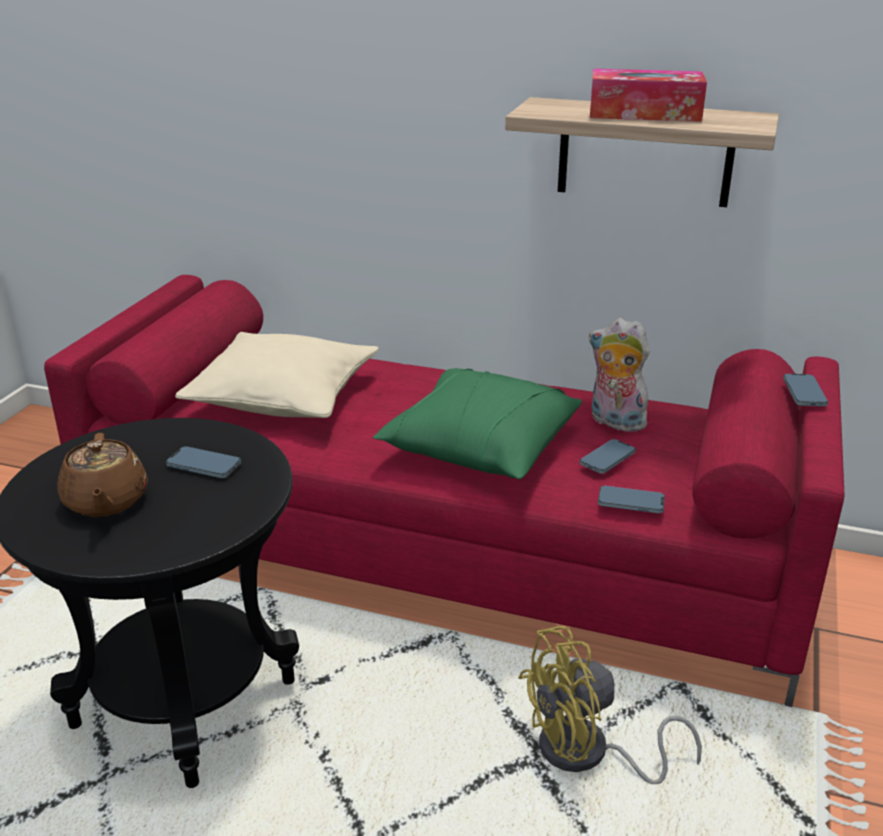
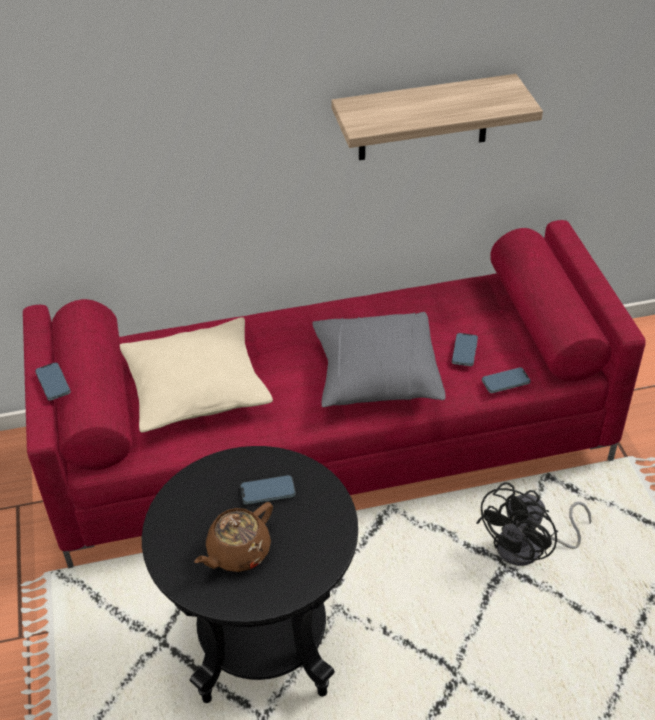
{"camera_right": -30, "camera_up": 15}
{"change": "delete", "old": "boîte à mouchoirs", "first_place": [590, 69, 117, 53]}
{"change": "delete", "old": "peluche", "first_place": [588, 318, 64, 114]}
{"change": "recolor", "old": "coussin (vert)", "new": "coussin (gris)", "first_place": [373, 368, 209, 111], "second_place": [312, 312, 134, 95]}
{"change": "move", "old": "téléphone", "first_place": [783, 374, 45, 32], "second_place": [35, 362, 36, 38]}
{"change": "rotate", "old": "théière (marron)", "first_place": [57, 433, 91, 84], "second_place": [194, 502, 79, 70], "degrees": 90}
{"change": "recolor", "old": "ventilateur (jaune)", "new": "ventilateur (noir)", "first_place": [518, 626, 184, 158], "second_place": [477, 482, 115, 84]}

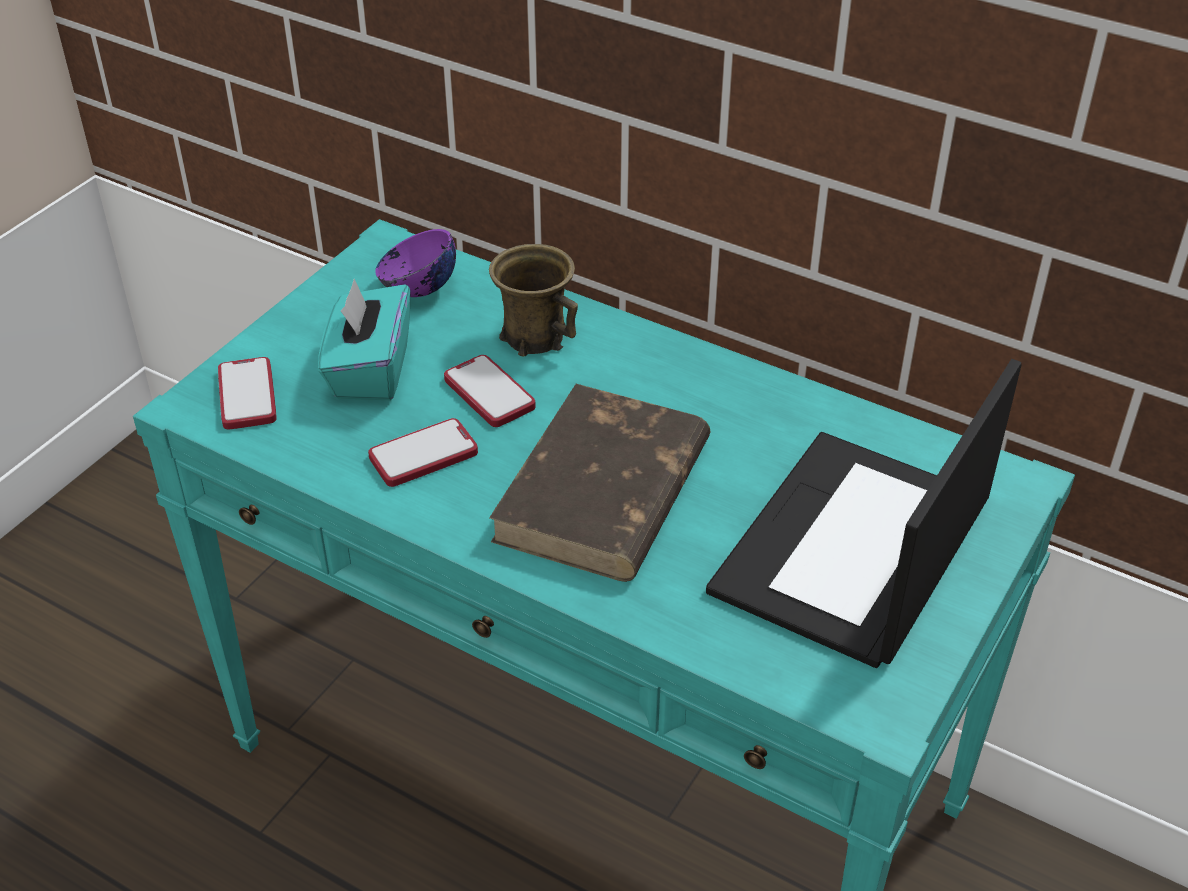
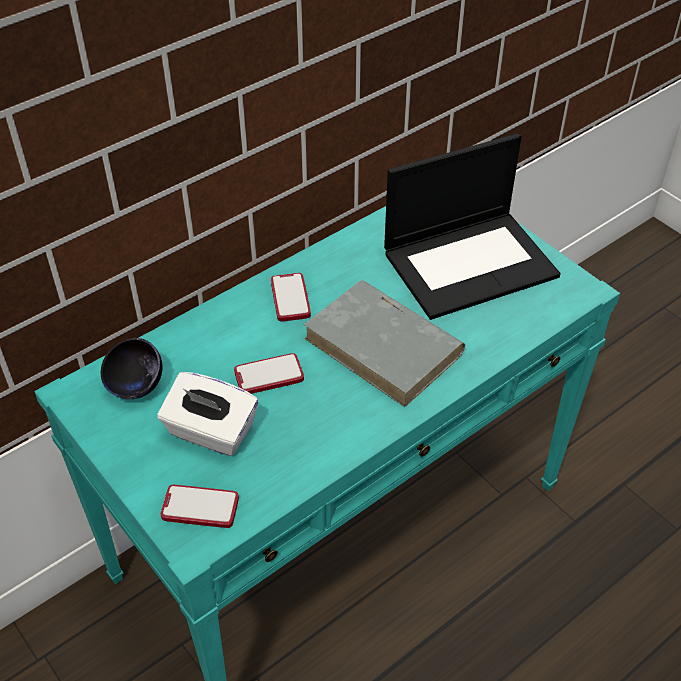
{"camera_right": -70, "camera_up": 5}
{"change": "recolor", "old": "bol (violet)", "new": "bol (noir)", "first_place": [375, 229, 81, 68], "second_place": [101, 338, 62, 61]}
{"change": "delete", "old": "mug (marron)", "first_place": [489, 244, 89, 113]}
{"change": "recolor", "old": "boîte à mouchoirs (turquoise)", "new": "boîte à mouchoirs (blanc)", "first_place": [318, 279, 92, 121], "second_place": [157, 372, 101, 84]}
{"change": "rotate", "old": "ordinateur portable", "first_place": [706, 359, 316, 309], "second_place": [384, 133, 177, 187], "degrees": -75}
{"change": "recolor", "old": "livre (marron)", "new": "livre (gris)", "first_place": [489, 384, 221, 198], "second_place": [304, 280, 161, 127]}
{"change": "move", "old": "téléphone", "first_place": [368, 418, 110, 69], "second_place": [271, 273, 40, 49]}

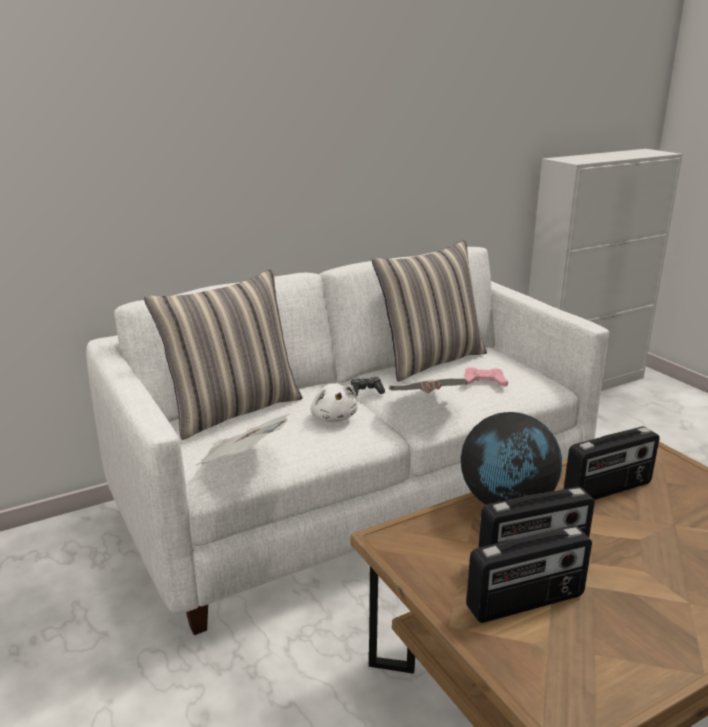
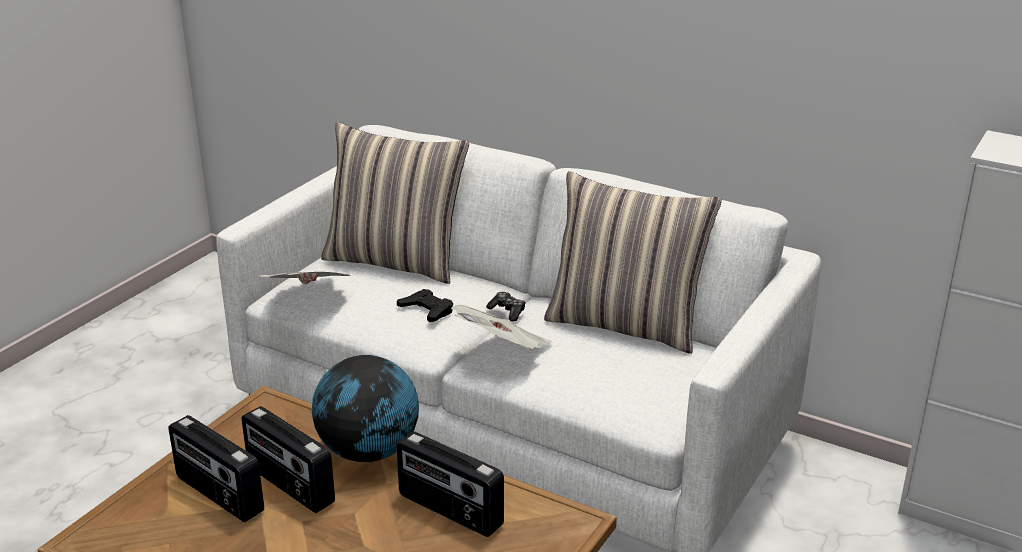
{"camera_right": 60, "camera_up": 5}
{"change": "delete", "old": "manette (rose)", "first_place": [463, 367, 45, 20]}
{"change": "replace", "old": "peluche (blanc)", "new": "manette (noir)", "first_place": [310, 383, 48, 39], "second_place": [397, 289, 56, 33]}

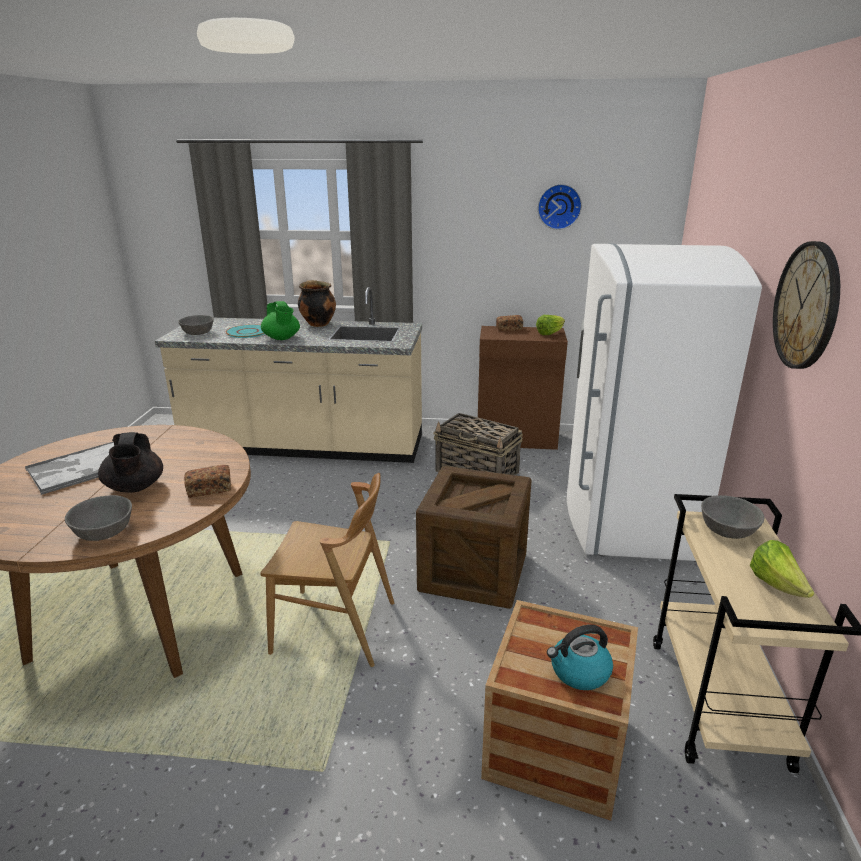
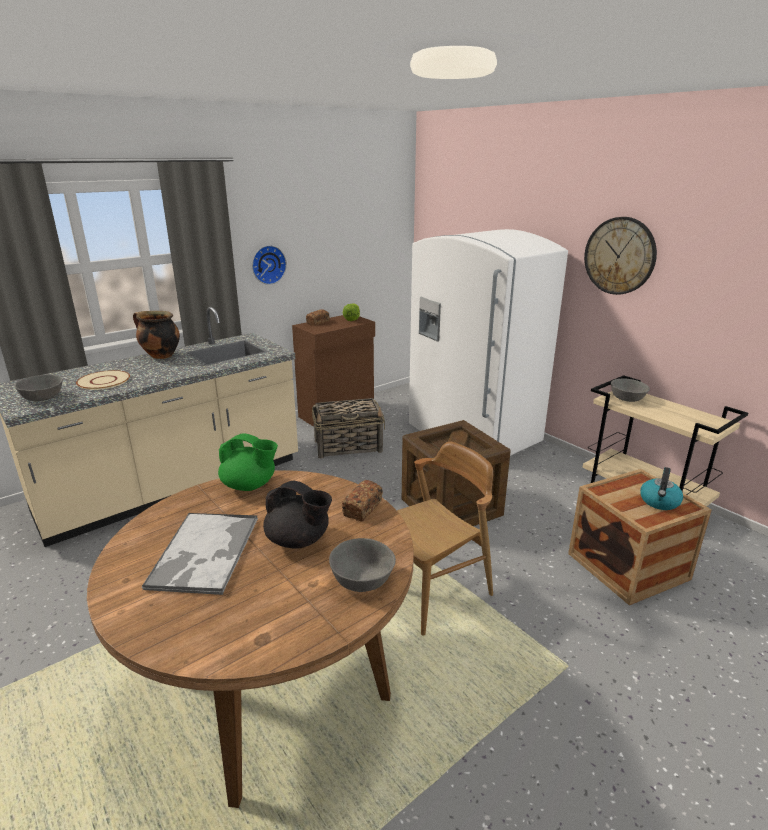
{"camera_right": -45, "camera_up": 0}
{"change": "move", "old": "horloge murale", "first_place": [538, 184, 44, 46], "second_place": [252, 245, 35, 40]}
{"change": "move", "old": "théière (vert)", "first_place": [261, 301, 39, 39], "second_place": [218, 434, 60, 57]}
{"change": "recolor", "old": "assiette (turquoise)", "new": "assiette (beige)", "first_place": [225, 324, 40, 14], "second_place": [76, 370, 54, 20]}
{"change": "delete", "old": "laitue", "first_place": [750, 540, 64, 58]}

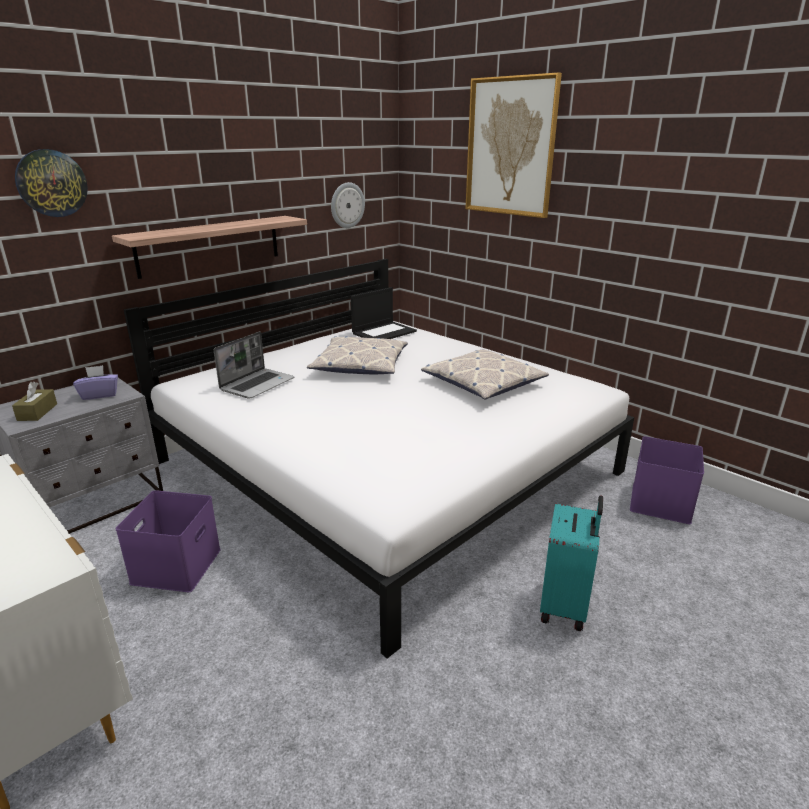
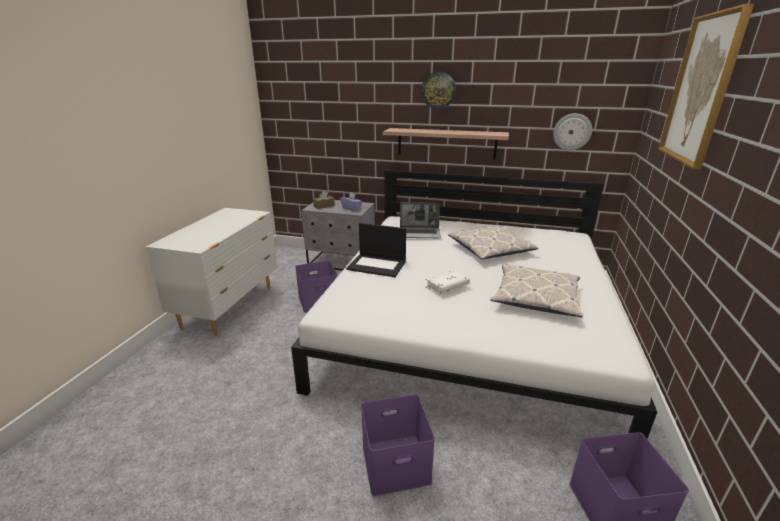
{"camera_right": 60, "camera_up": 0}
{"change": "move", "old": "horloge murale", "first_place": [15, 149, 73, 68], "second_place": [421, 72, 35, 37]}
{"change": "move", "old": "ordinateur portable", "first_place": [351, 287, 66, 52], "second_place": [346, 223, 60, 54]}
{"change": "replace", "old": "valise (turquoise)", "new": "boîte de rangement (violet)", "first_place": [540, 495, 63, 136], "second_place": [361, 394, 74, 102]}
{"change": "insert", "new": "livre (blanc)", "second_place": [425, 270, 45, 24]}

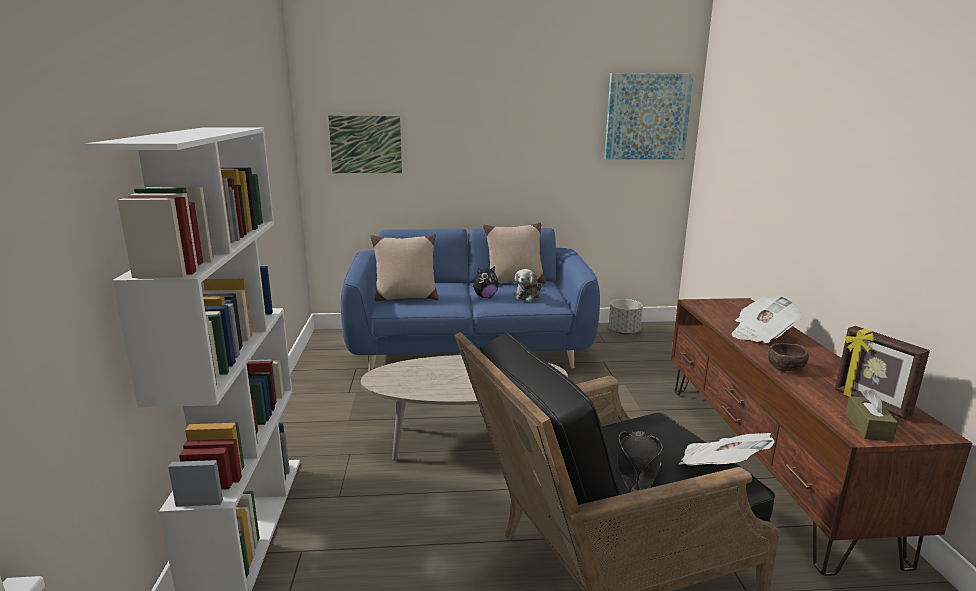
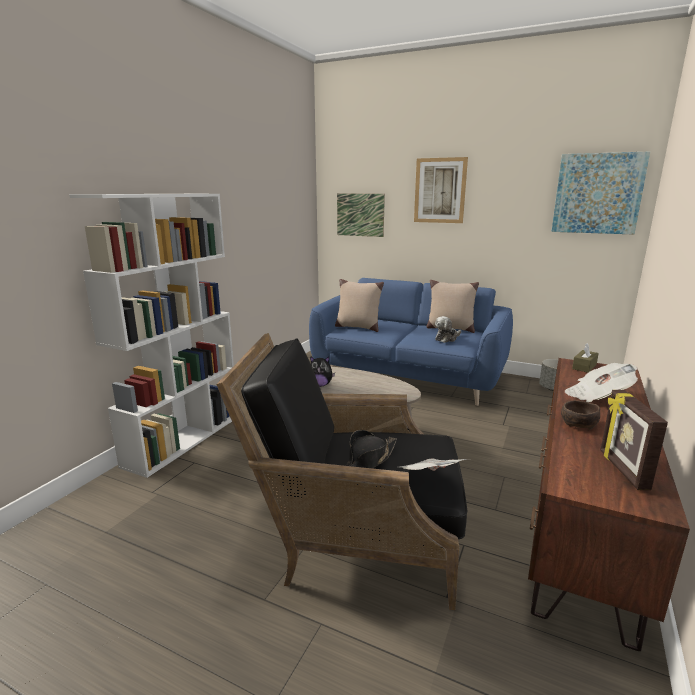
{"camera_right": 30, "camera_up": 0}
{"change": "move", "old": "peluche", "first_place": [473, 266, 25, 32], "second_place": [310, 356, 25, 31]}
{"change": "move", "old": "boîte à mouchoirs (marron)", "first_place": [846, 389, 52, 53], "second_place": [572, 343, 27, 30]}
{"change": "insert", "new": "tableau", "second_place": [414, 157, 54, 66]}

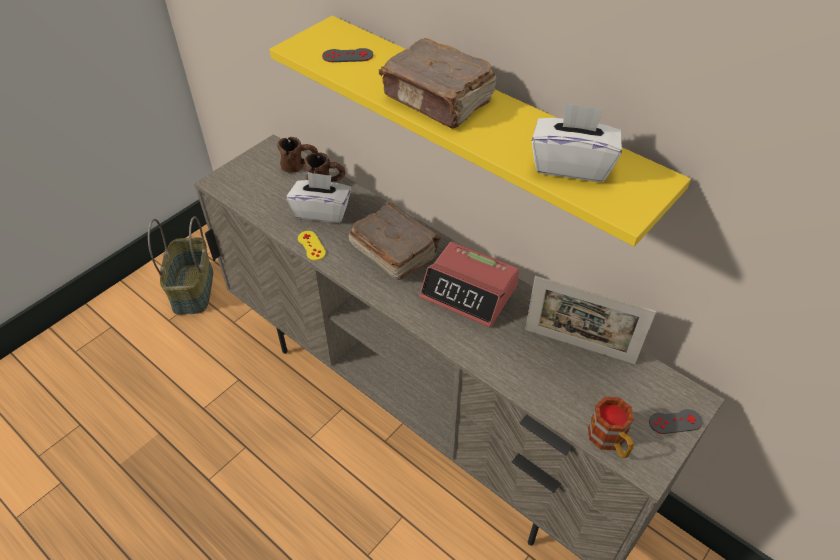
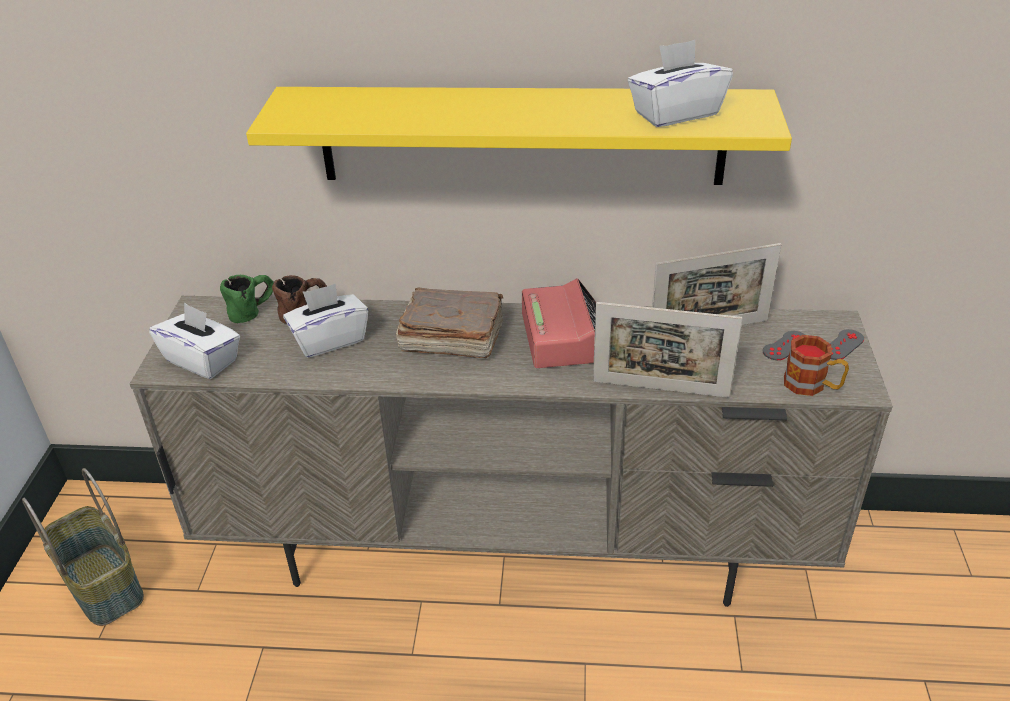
{"camera_right": -35, "camera_up": -10}
{"change": "delete", "old": "livre (marron)", "first_place": [379, 38, 117, 91]}
{"change": "move", "old": "manette (gris)", "first_place": [322, 48, 51, 14], "second_place": [763, 331, 42, 29]}
{"change": "recolor", "old": "mug (marron)", "new": "mug (vert)", "first_place": [277, 137, 41, 36], "second_place": [220, 275, 54, 48]}
{"change": "delete", "old": "manette (jaune)", "first_place": [298, 231, 28, 30]}
{"change": "rotate", "old": "réveil", "first_place": [419, 242, 100, 85], "second_place": [522, 278, 74, 90], "degrees": -90}
{"change": "insert", "new": "boîte à mouchoirs (blanc)", "second_place": [149, 302, 91, 77]}
{"change": "insert", "new": "cadre photo", "second_place": [593, 302, 150, 96]}

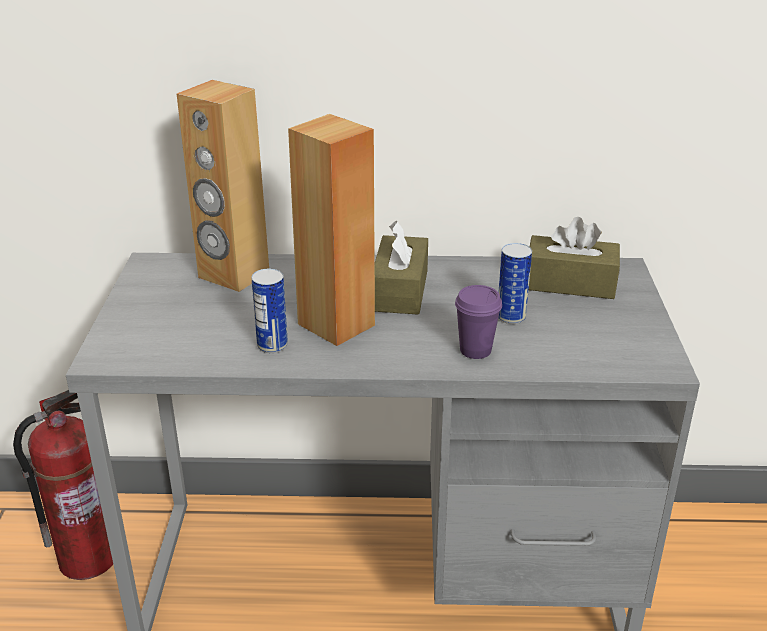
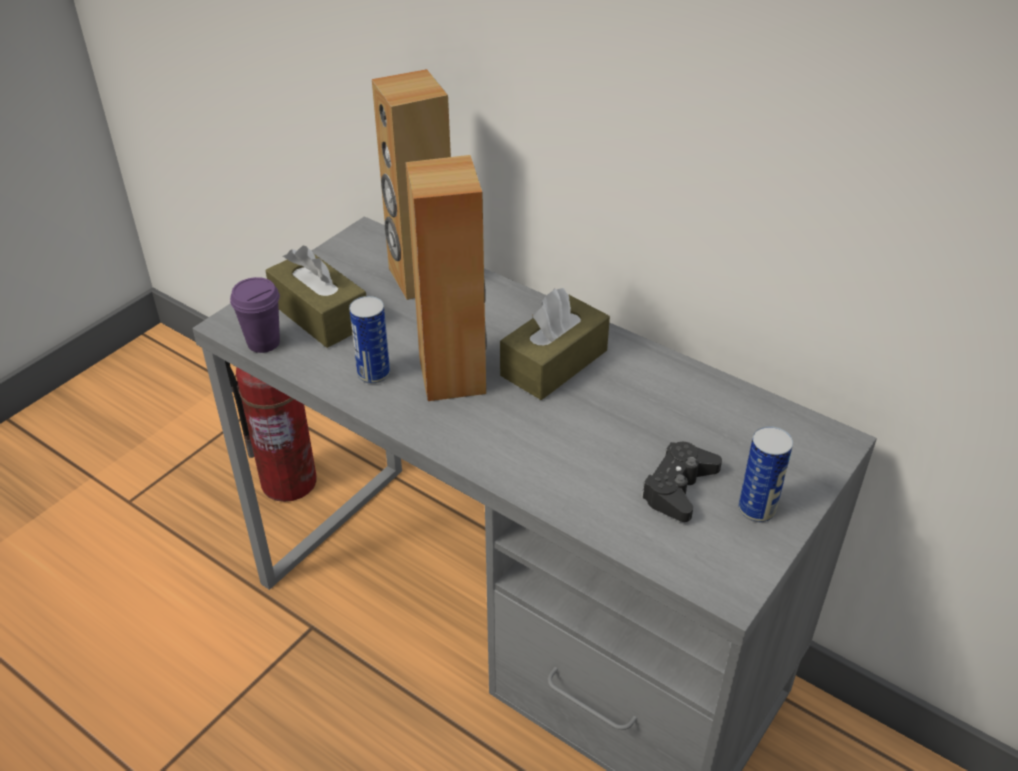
{"camera_right": 35, "camera_up": 10}
{"change": "move", "old": "boîte à mouchoirs (marron)", "first_place": [529, 217, 91, 82], "second_place": [266, 246, 100, 102]}
{"change": "move", "old": "boîte métallique", "first_place": [498, 243, 34, 81], "second_place": [738, 426, 55, 96]}
{"change": "move", "old": "tasse (violet)", "first_place": [455, 285, 47, 74], "second_place": [230, 277, 50, 76]}
{"change": "insert", "new": "manette (noir)", "second_place": [641, 442, 81, 80]}

